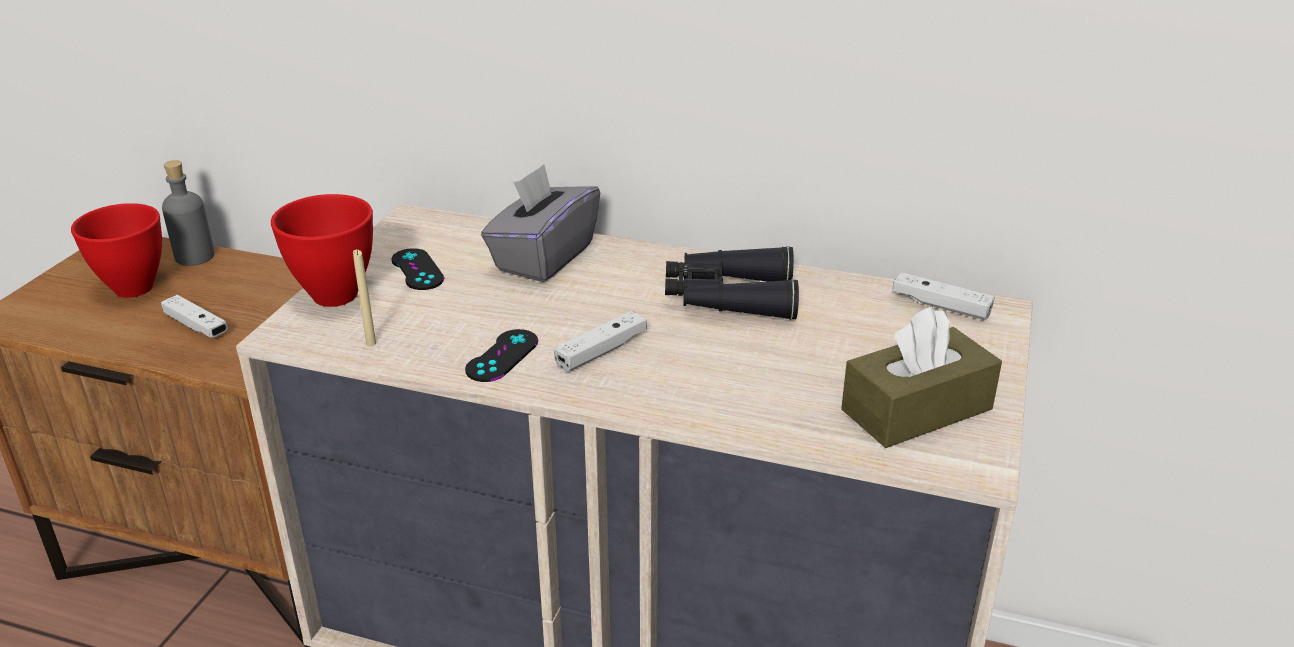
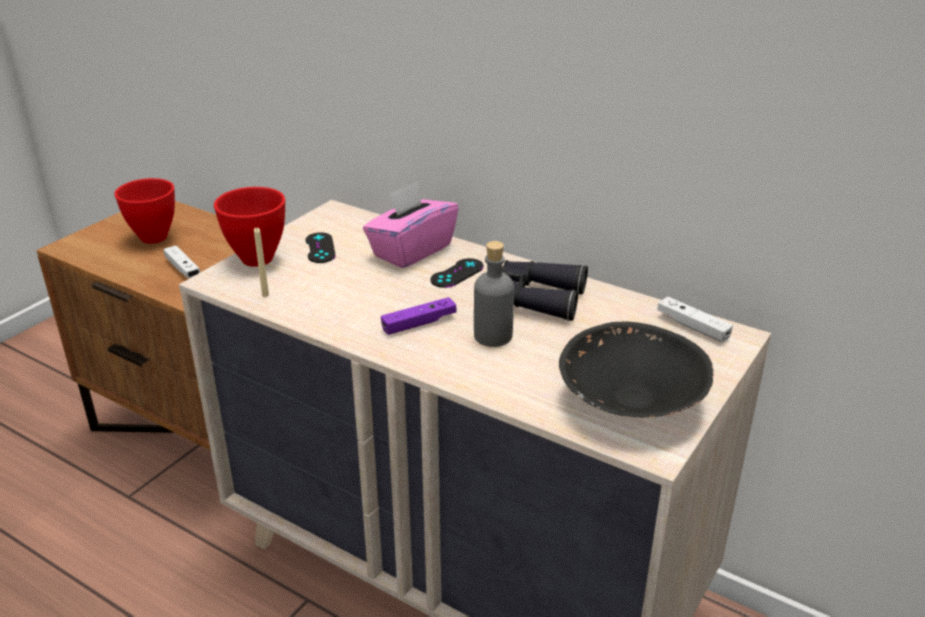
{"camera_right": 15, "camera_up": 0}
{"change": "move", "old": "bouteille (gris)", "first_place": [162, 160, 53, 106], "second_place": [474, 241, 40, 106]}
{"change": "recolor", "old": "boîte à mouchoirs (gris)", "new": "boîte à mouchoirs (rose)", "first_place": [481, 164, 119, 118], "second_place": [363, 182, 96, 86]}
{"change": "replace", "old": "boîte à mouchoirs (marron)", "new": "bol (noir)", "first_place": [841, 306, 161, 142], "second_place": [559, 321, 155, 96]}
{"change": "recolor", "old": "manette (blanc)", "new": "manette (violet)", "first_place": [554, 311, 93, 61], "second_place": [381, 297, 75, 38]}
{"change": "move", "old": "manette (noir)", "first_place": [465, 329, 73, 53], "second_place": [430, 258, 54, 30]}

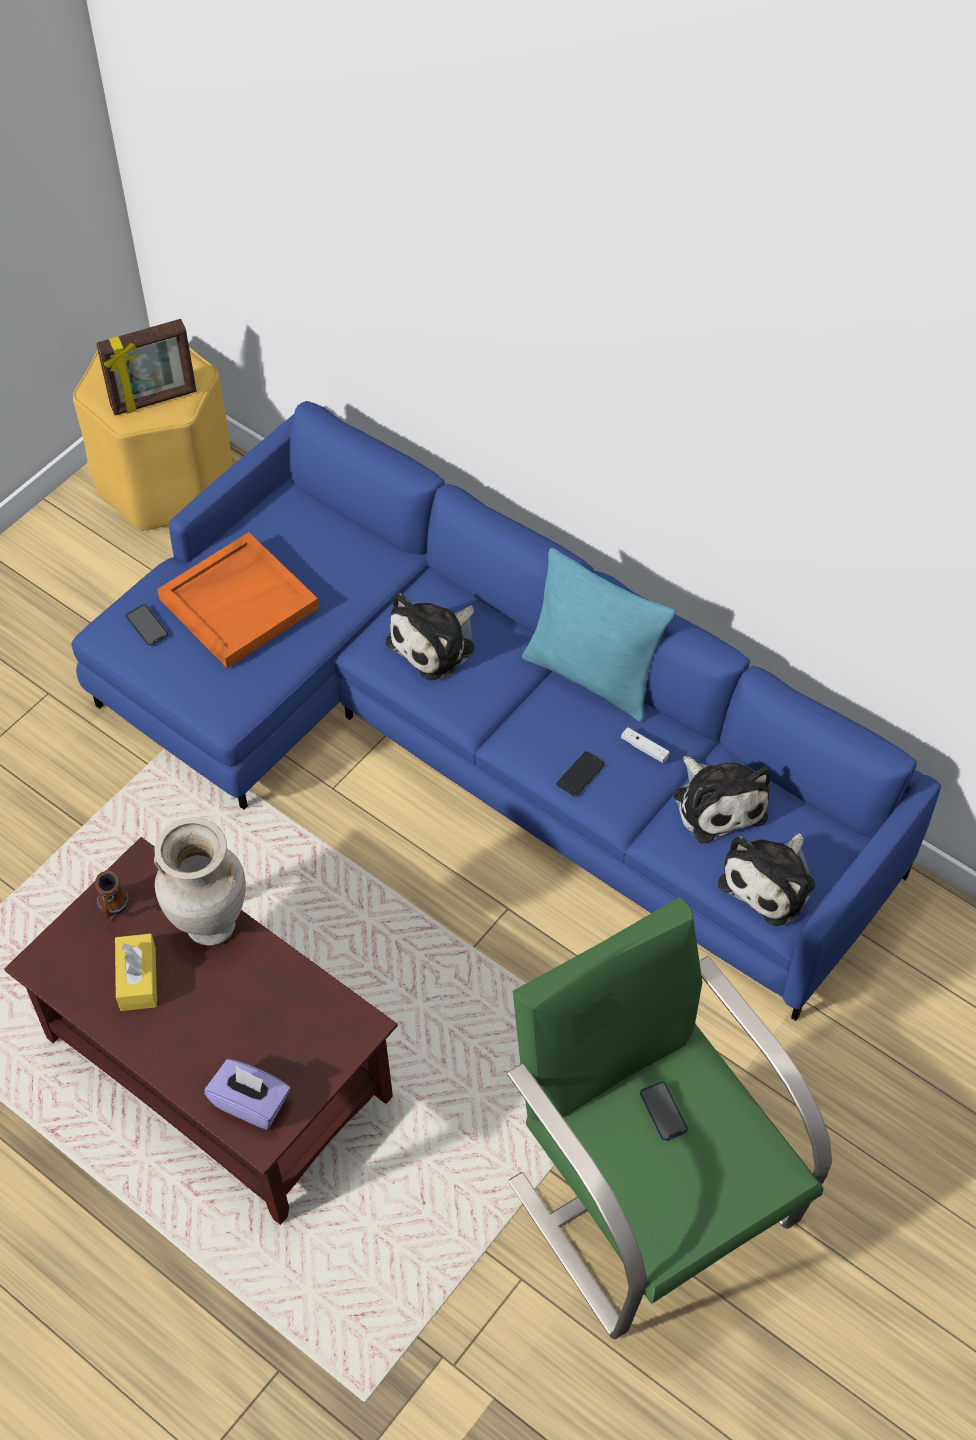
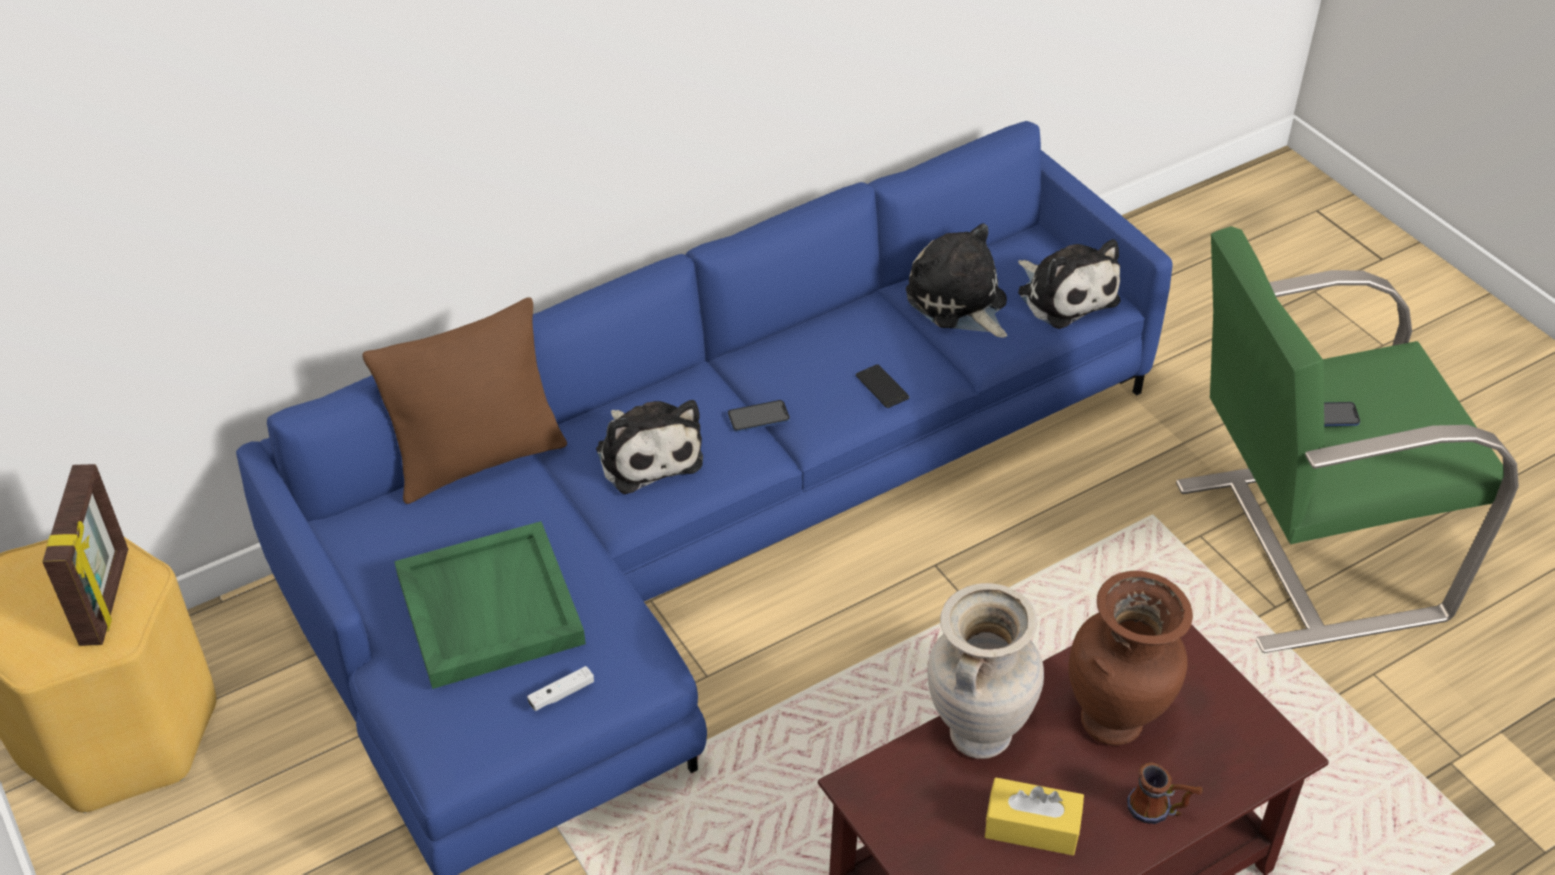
{"camera_right": -70, "camera_up": -10}
{"change": "recolor", "old": "plateau (orange)", "new": "plateau (vert)", "first_place": [157, 532, 162, 136], "second_place": [394, 521, 192, 168]}
{"change": "delete", "old": "coussin (turquoise)", "first_place": [522, 548, 154, 173]}
{"change": "move", "old": "téléphone", "first_place": [126, 604, 42, 42], "second_place": [728, 400, 62, 32]}
{"change": "move", "old": "manette (blanc)", "first_place": [621, 727, 49, 36], "second_place": [527, 666, 67, 45]}
{"change": "rotate", "old": "peluche", "first_place": [674, 756, 96, 88], "second_place": [906, 223, 101, 115], "degrees": -120}
{"change": "move", "old": "mug", "first_place": [95, 870, 34, 52], "second_place": [1127, 762, 75, 62]}
{"change": "delete", "old": "boîte à mouchoirs (violet)", "first_place": [204, 1059, 86, 71]}
{"change": "insert", "new": "coussin (marron)", "second_place": [362, 297, 205, 207]}
{"change": "insert", "new": "vase (marron)", "second_place": [1068, 571, 125, 174]}

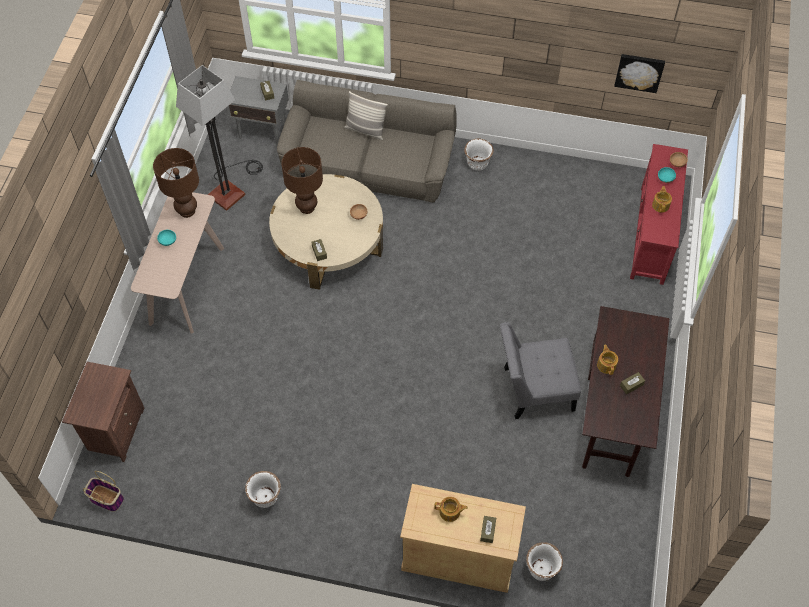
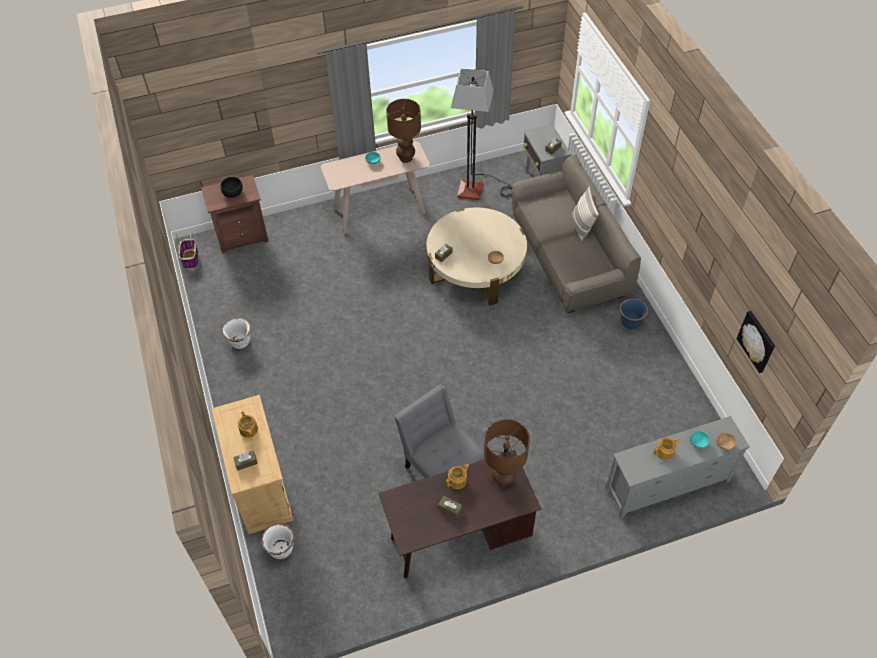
{"camera_right": 60, "camera_up": -5}
{"change": "recolor", "old": "cache-pot (blanc)", "new": "cache-pot (bleu)", "first_place": [464, 139, 30, 32], "second_place": [620, 298, 28, 32]}
{"change": "recolor", "old": "meuble télé (rouge)", "new": "meuble télé (gris)", "first_place": [630, 144, 58, 141], "second_place": [606, 416, 144, 103]}
{"change": "move", "old": "lampe de table (marron)", "first_place": [281, 147, 42, 67], "second_place": [484, 419, 46, 68]}
{"change": "insert", "new": "bol (noir)", "second_place": [221, 177, 22, 21]}

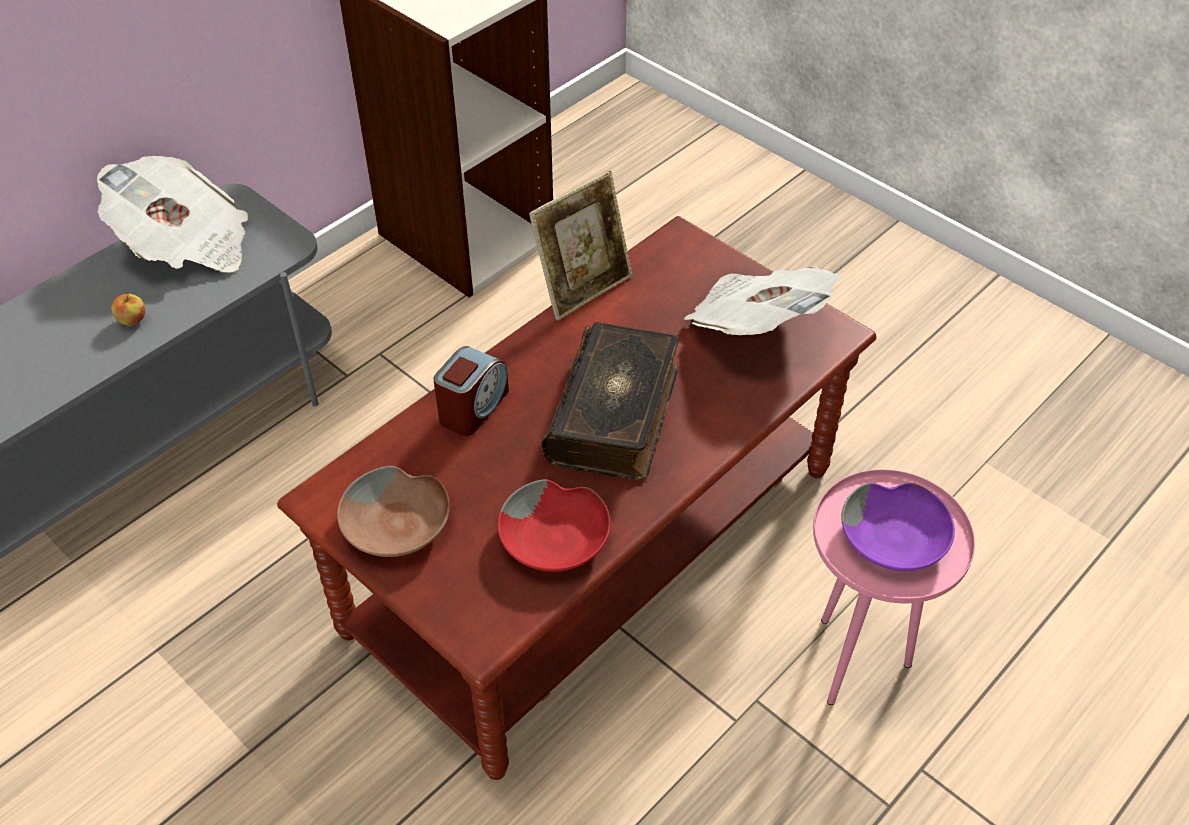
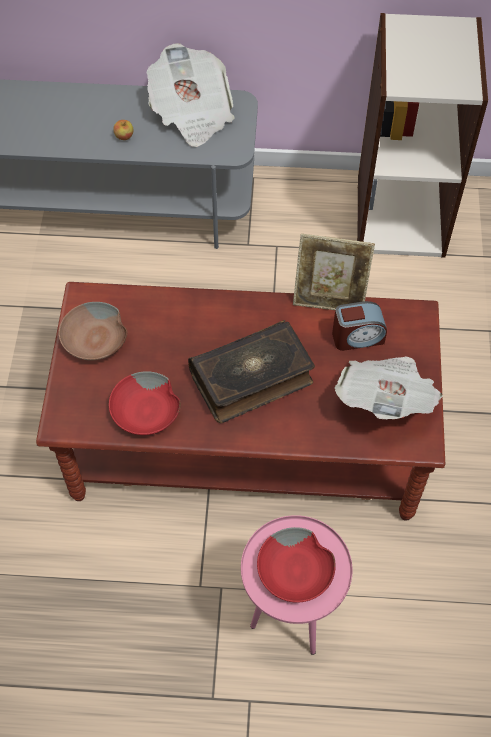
{"camera_right": 50, "camera_up": 10}
{"change": "move", "old": "réveil", "first_place": [433, 346, 76, 90], "second_place": [332, 301, 55, 50]}
{"change": "recolor", "old": "bol (violet)", "new": "bol (rouge)", "first_place": [841, 483, 114, 88], "second_place": [257, 527, 79, 76]}

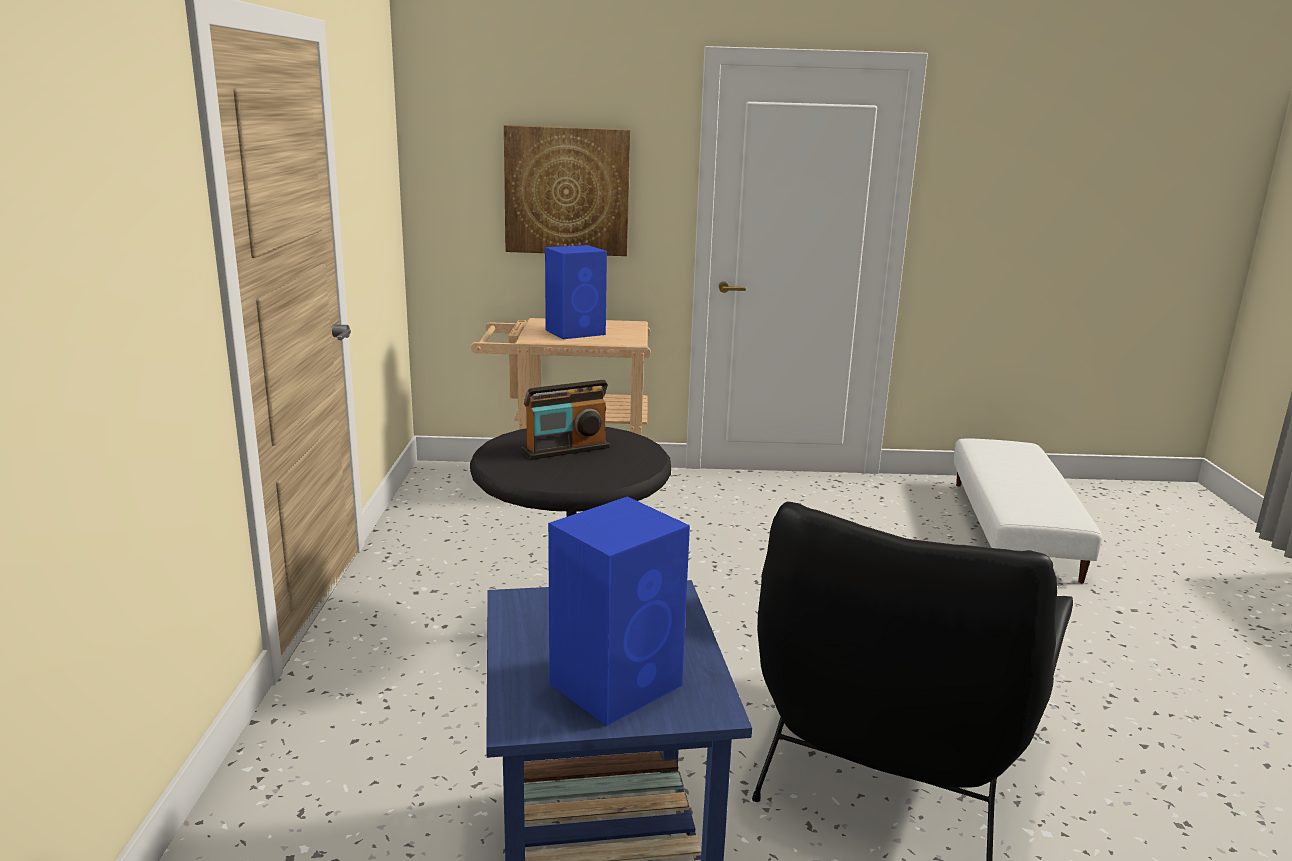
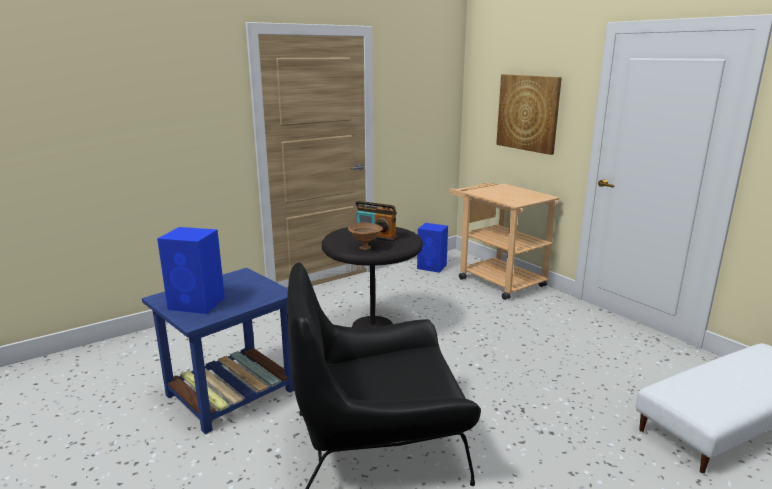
{"camera_right": 55, "camera_up": 0}
{"change": "move", "old": "enceinte (bleu)", "first_place": [545, 245, 62, 94], "second_place": [417, 223, 31, 50]}
{"change": "insert", "new": "bol (marron)", "second_place": [348, 223, 35, 27]}

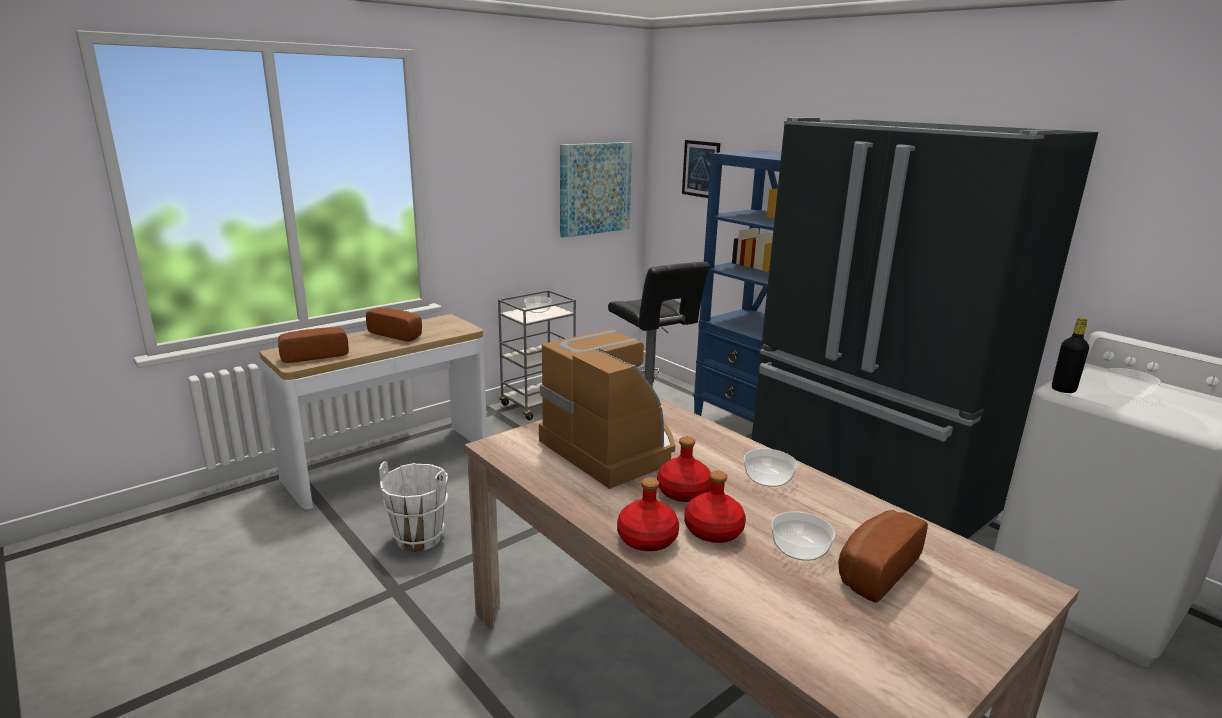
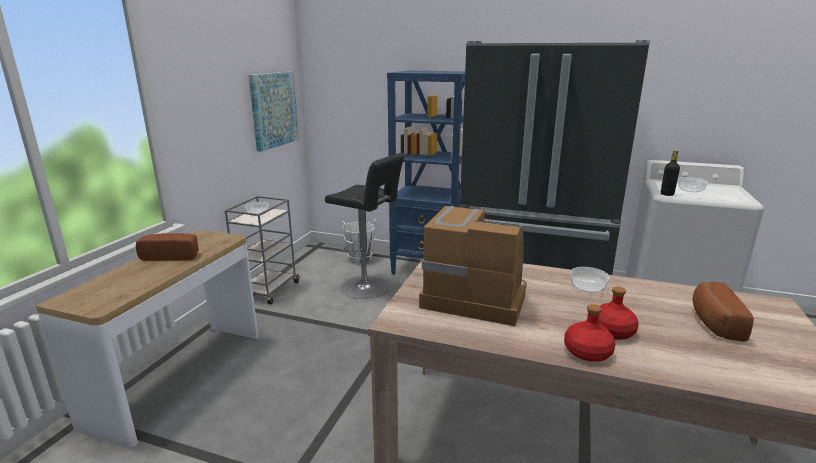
{"camera_right": -30, "camera_up": 0}
{"change": "delete", "old": "tableau", "first_place": [682, 140, 38, 58]}
{"change": "delete", "old": "pain", "first_place": [278, 327, 71, 36]}
{"change": "delete", "old": "bouteille (rouge)", "first_place": [657, 436, 54, 66]}
{"change": "move", "old": "seau (blanc)", "first_place": [379, 461, 69, 91], "second_place": [342, 219, 33, 44]}
{"change": "delete", "old": "bol", "first_place": [771, 511, 64, 50]}

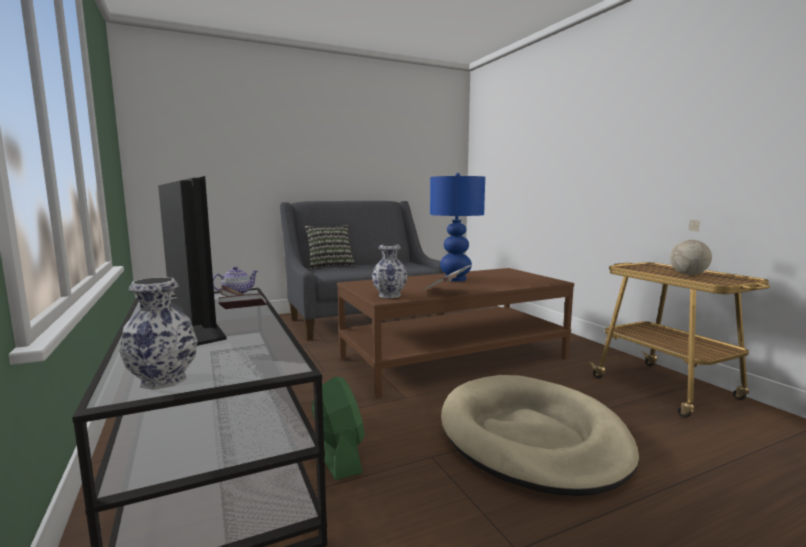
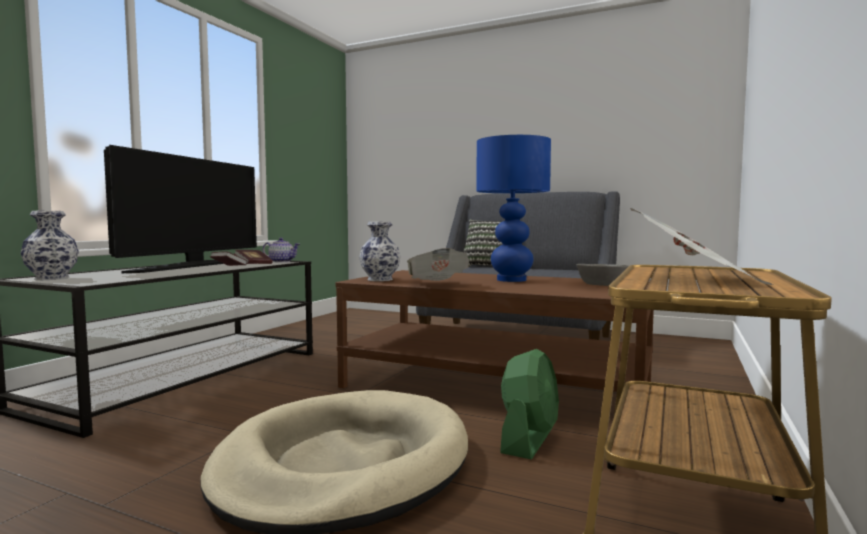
{"camera_right": 50, "camera_up": -5}
{"change": "replace", "old": "globe", "new": "journal", "first_place": [670, 220, 42, 55], "second_place": [631, 208, 142, 77]}
{"change": "move", "old": "ventilateur (vert)", "first_place": [311, 376, 54, 104], "second_place": [500, 349, 59, 110]}
{"change": "insert", "new": "bol (gris)", "second_place": [577, 264, 52, 22]}

